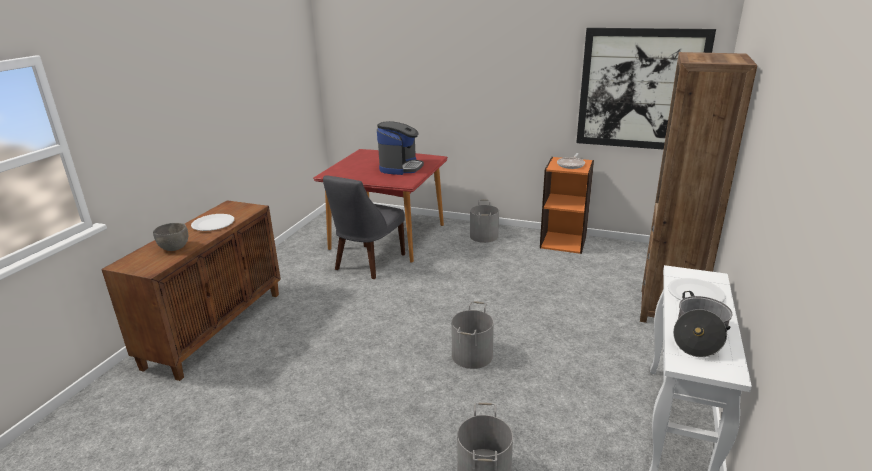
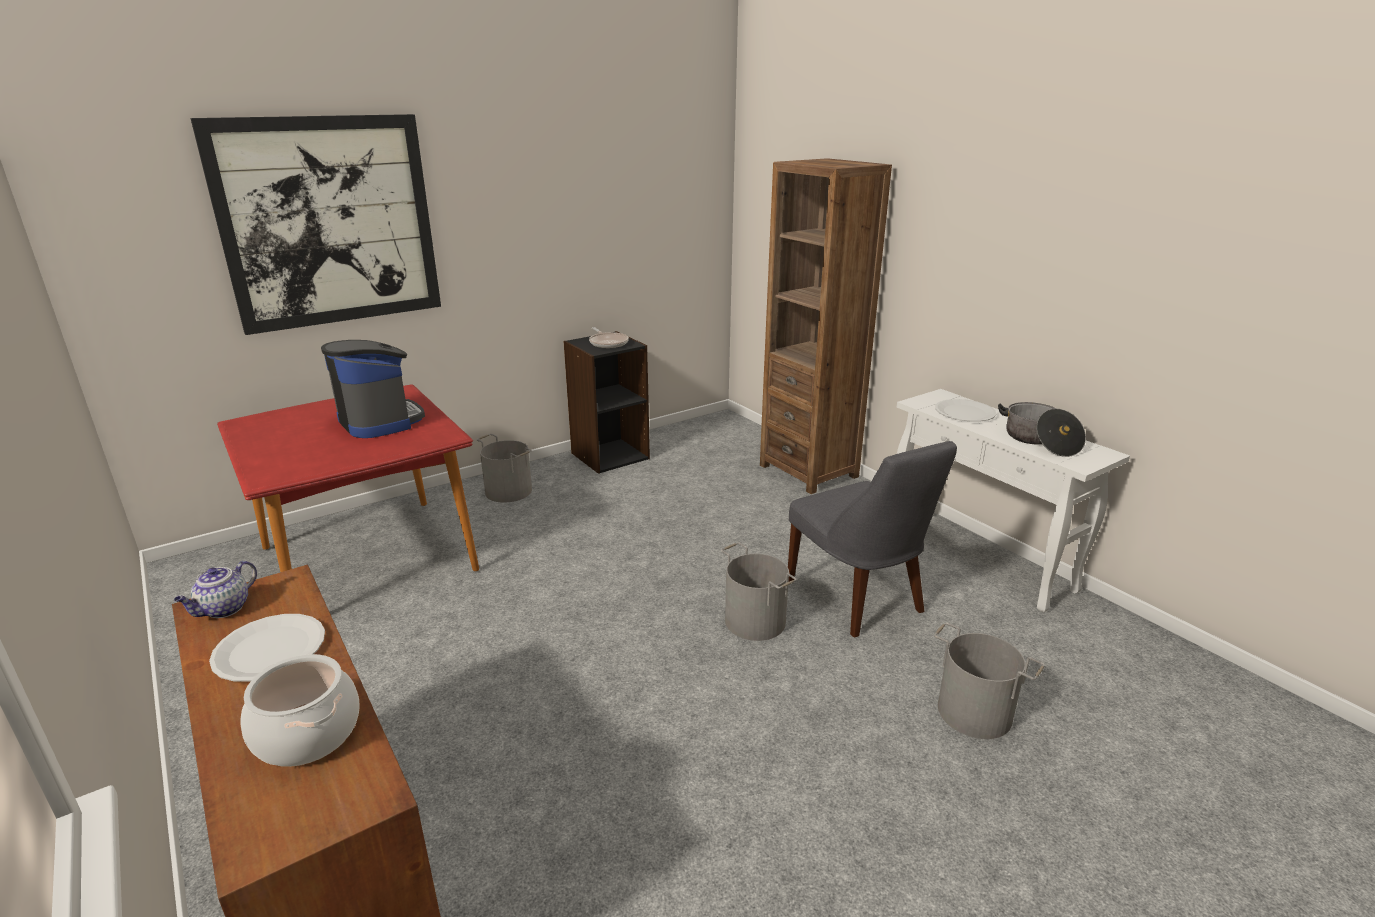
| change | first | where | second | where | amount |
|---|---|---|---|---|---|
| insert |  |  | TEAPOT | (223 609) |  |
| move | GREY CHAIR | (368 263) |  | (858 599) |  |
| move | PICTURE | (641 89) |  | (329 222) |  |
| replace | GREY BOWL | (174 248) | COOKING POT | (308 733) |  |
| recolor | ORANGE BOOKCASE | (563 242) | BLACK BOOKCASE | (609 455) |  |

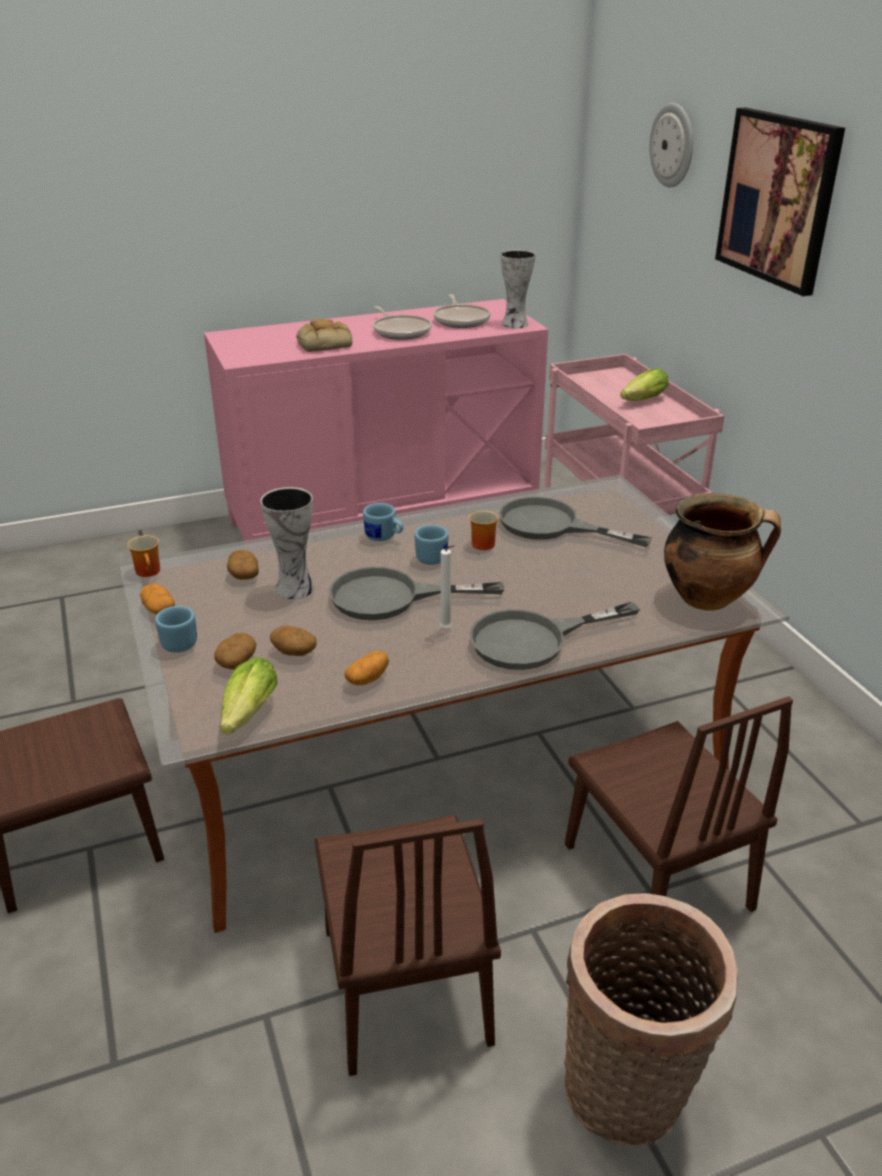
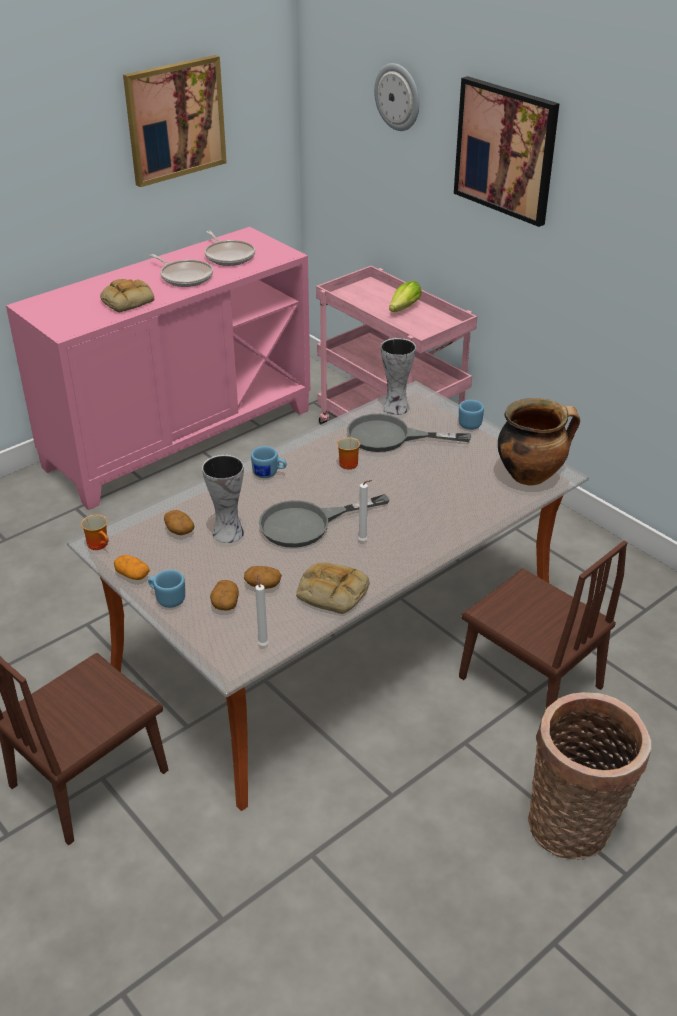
| change | first | where | second | where | amount |
|---|---|---|---|---|---|
| delete | BROWN CHAIR | (405 984) |  |  |  |
| delete | GREY FRYING PAN | (534 639) |  |  |  |
| insert |  |  | PICTURE | (175 120) |  |
| move | BLUE MUG | (432 556) |  | (468 423) |  |
| move | VASE | (514 324) |  | (395 408) |  |
| replace | LETTUCE | (246 717) | WHITE CANDLE | (263 644) |  |
| replace | POTATO | (367 678) | BREAD | (331 593) |  |

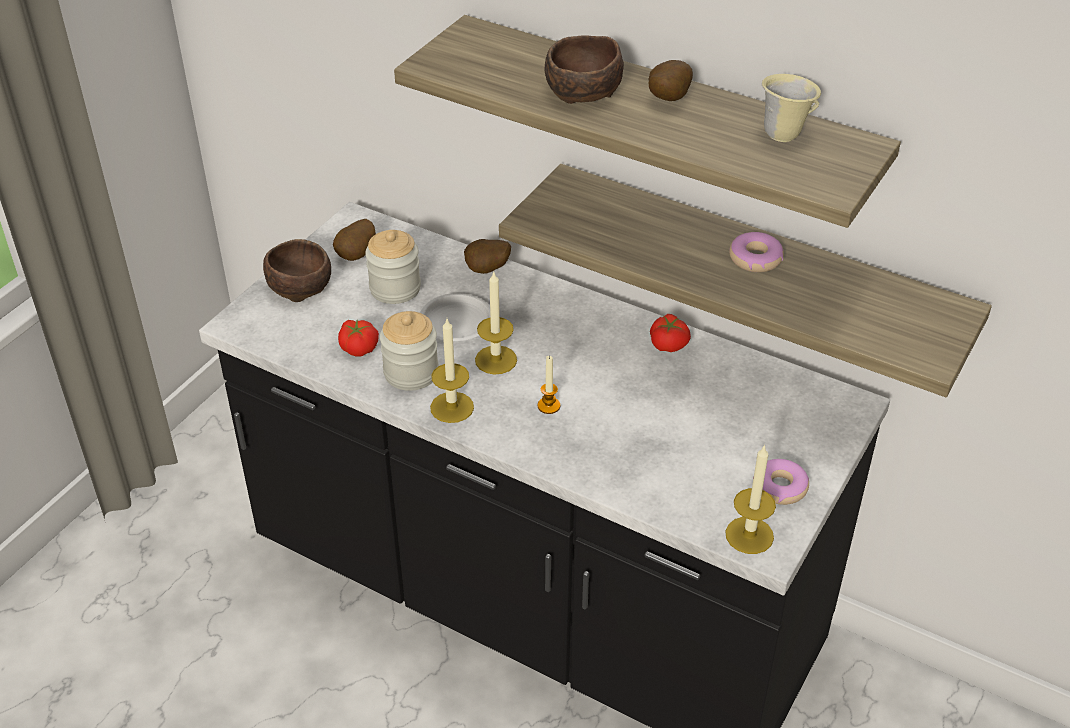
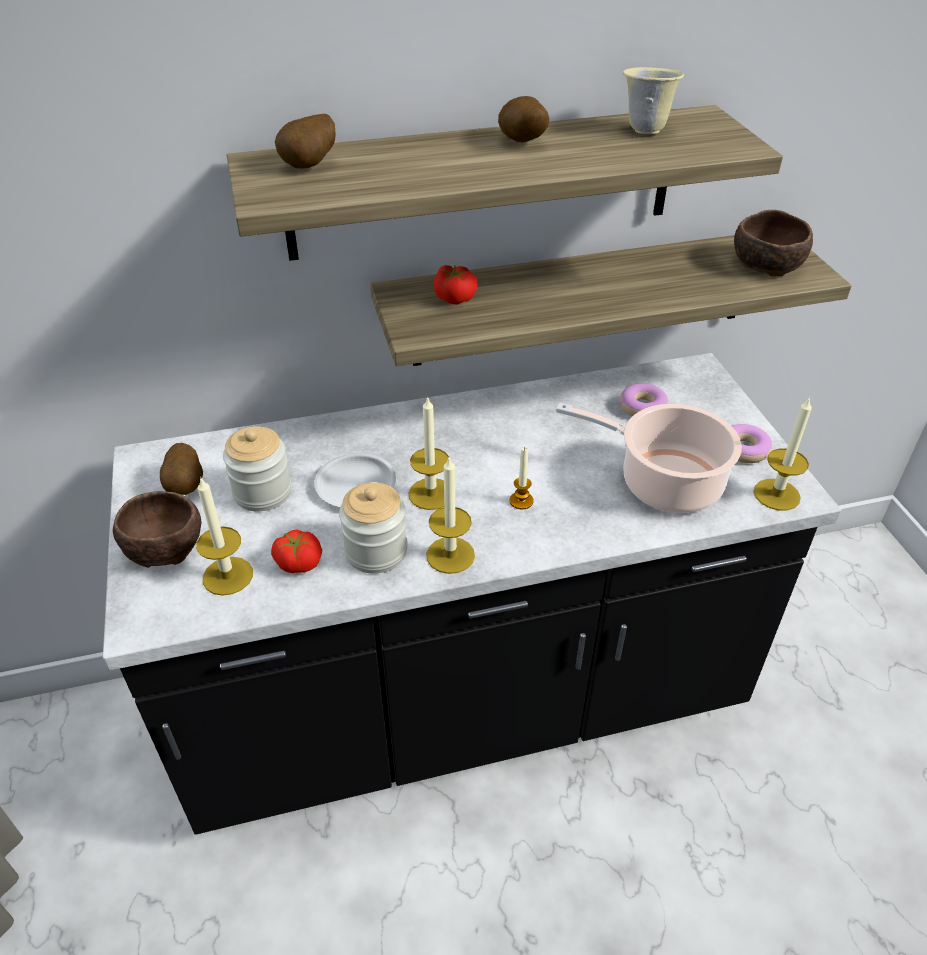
| change | first | where | second | where | amount |
|---|---|---|---|---|---|
| insert |  |  | CANDLE | (228 576) |  |
| insert |  |  | COOKING POT | (663 482) |  |
| move | POTATO | (487 271) |  | (310 166) |  |
| move | BROWN BOWL | (581 92) |  | (767 265) |  |
| move | TOMATO | (669 344) |  | (455 297) |  |
| move | DONUT | (755 259) |  | (642 407) |  |

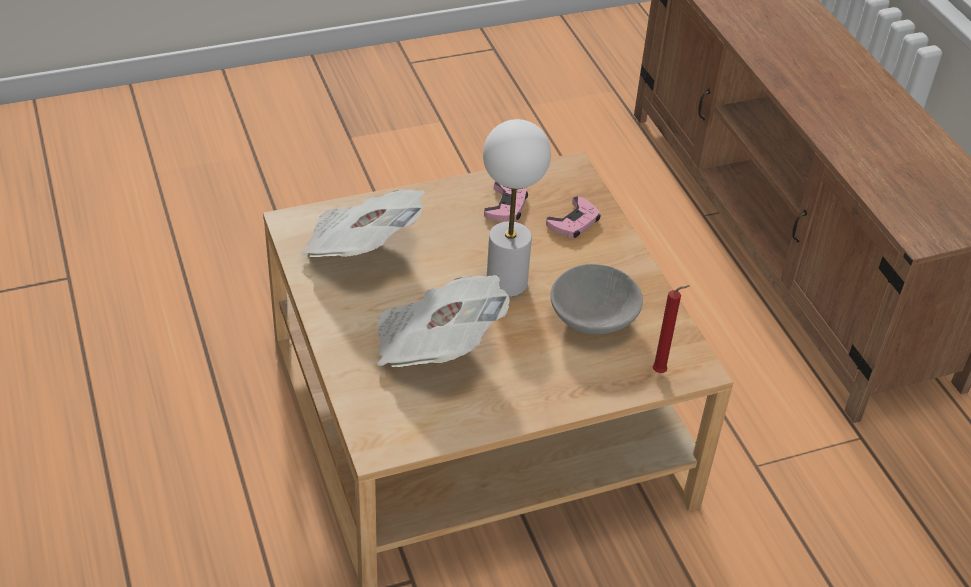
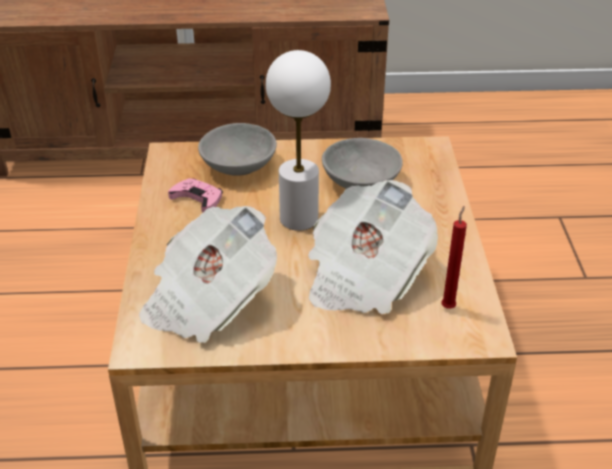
| change | first | where | second | where | amount |
|---|---|---|---|---|---|
| move | RED CANDLE | (661 372) |  | (448 306) |  |
| replace | PINK GAME CONTROLLER | (574 222) | GREY BOWL | (239 166) |  |

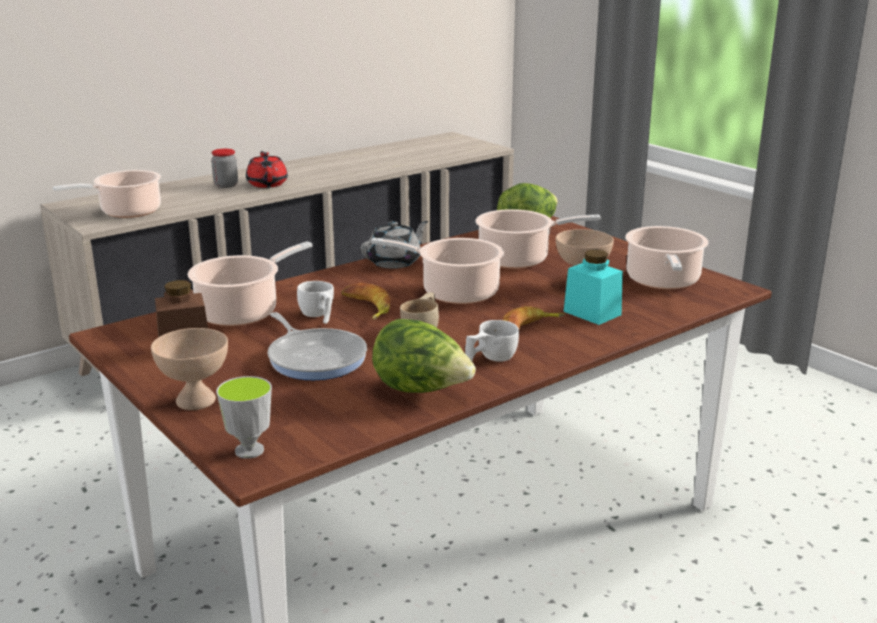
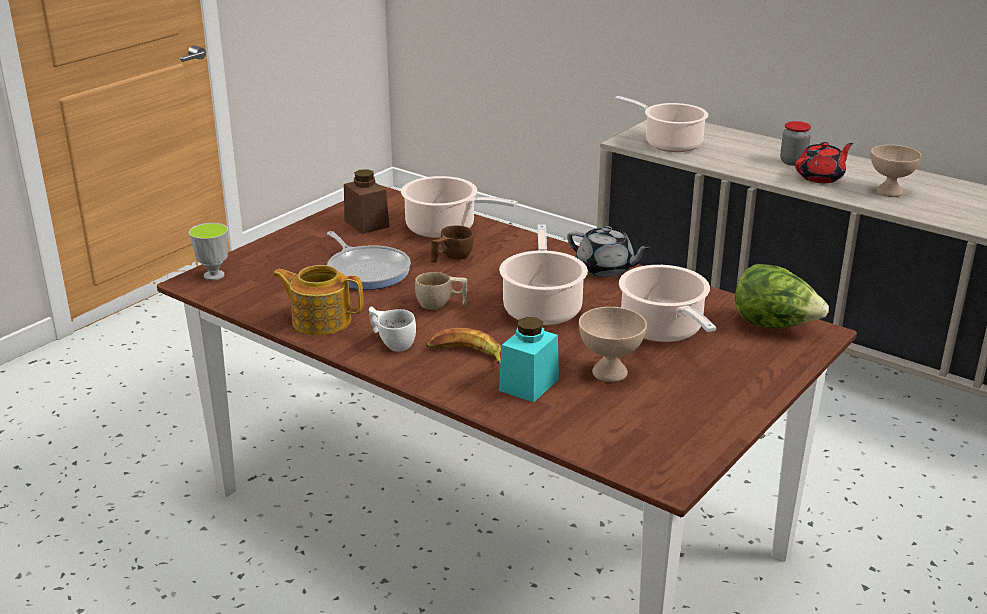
| change | first | where | second | where | amount |
|---|---|---|---|---|---|
| delete | BANANA | (365 307) |  |  |  |
| delete | COOKING POT | (663 281) |  |  |  |
| move | BEIGE BOWL | (196 401) |  | (889 192) |  |
| replace | LETTUCE | (421 390) | TEAPOT | (320 320) |  |
| recolor | WHITE CUP | (318 316) | BROWN CUP | (451 258) |  |
| rotate | FRYING PAN | (315 358) |  | (367 271) | 75 degrees counterclockwise |

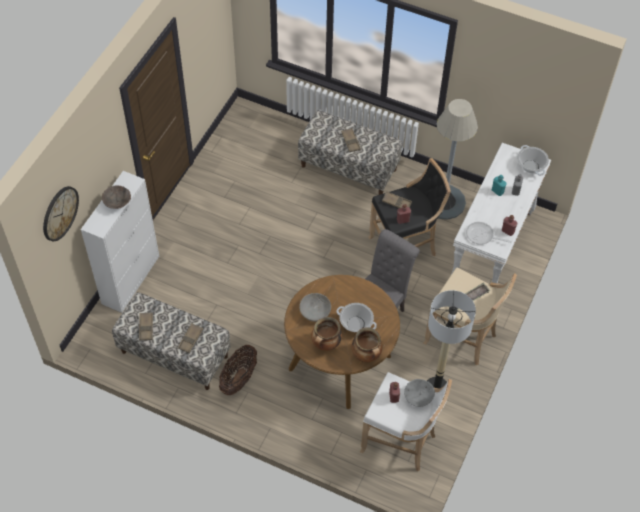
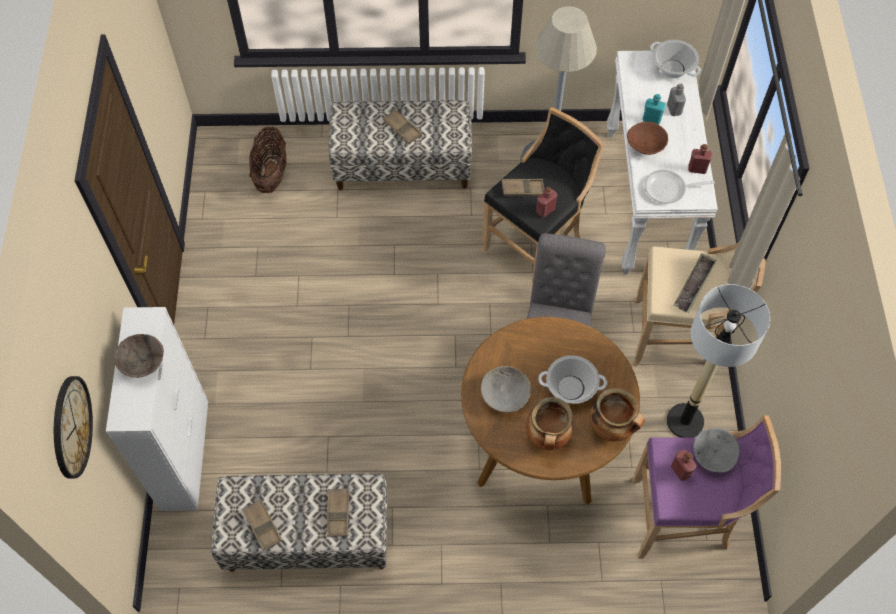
| change | first | where | second | where | amount |
|---|---|---|---|---|---|
| insert |  |  | BROWN BOWL | (645 146) |  |
| move | BASKET | (239 378) |  | (271 174) |  |
| recolor | WHITE STOOL | (401 442) | PURPLE STOOL | (683 518) |  |

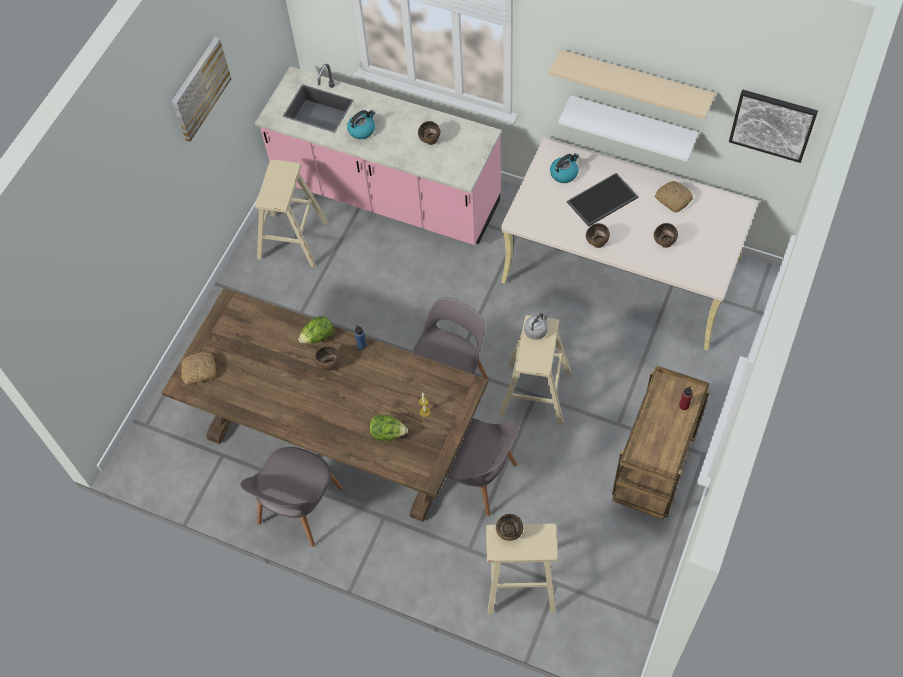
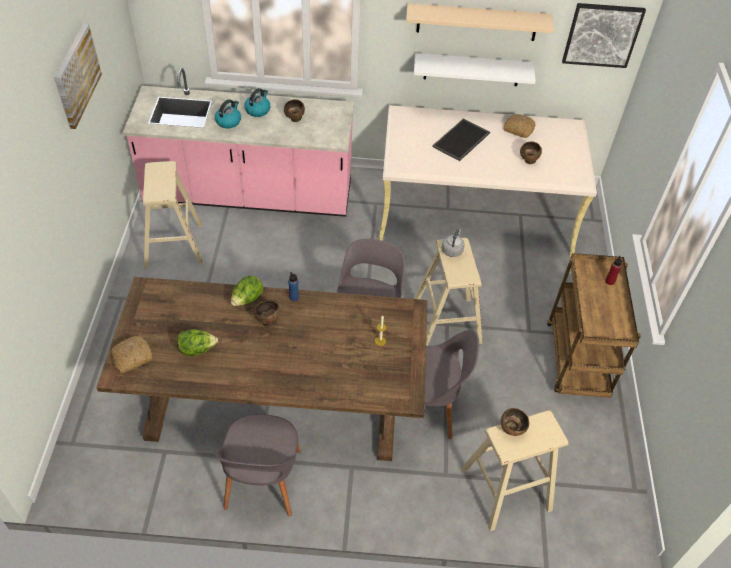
| change | first | where | second | where | amount |
|---|---|---|---|---|---|
| delete | BROWN BOWL | (597 243) |  |  |  |
| move | LETTUCE | (388 433) |  | (197 349) |  |
| move | KETTLE | (564 173) |  | (258 110) |  |

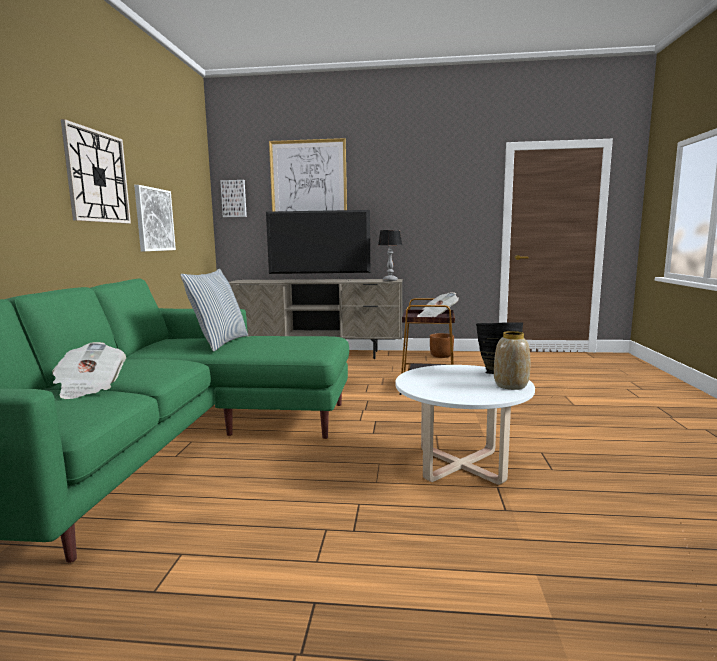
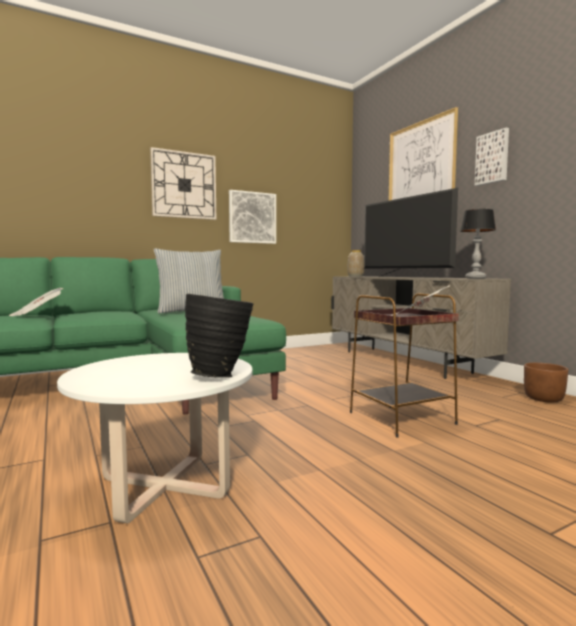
| change | first | where | second | where | amount |
|---|---|---|---|---|---|
| move | PICTURE | (234 198) |  | (492 158) |  |
| move | VASE | (511 386) |  | (355 276) |  |

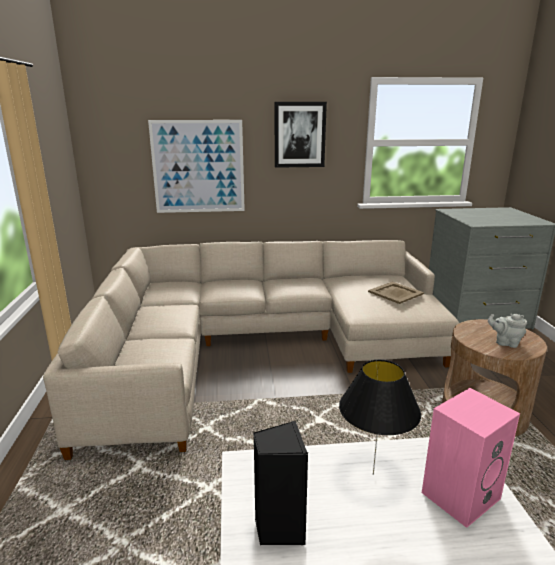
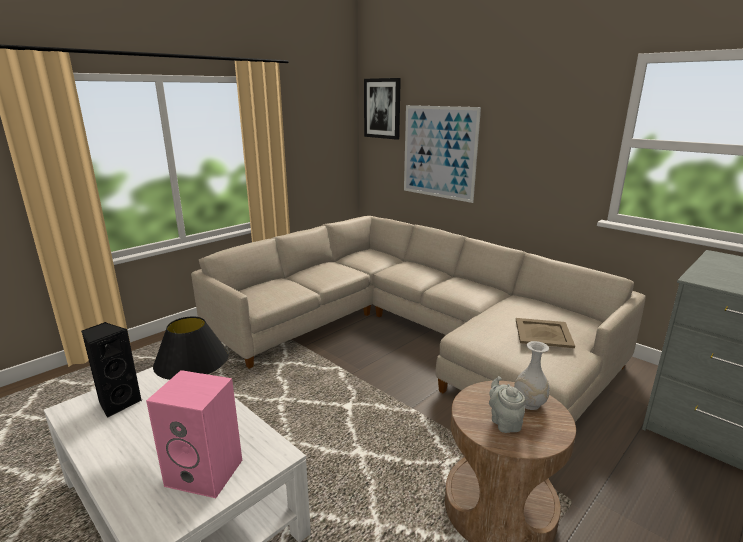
| change | first | where | second | where | amount |
|---|---|---|---|---|---|
| insert |  |  | WHITE VASE | (529 403) |  |
| move | PICTURE | (299 135) |  | (382 108) |  |

